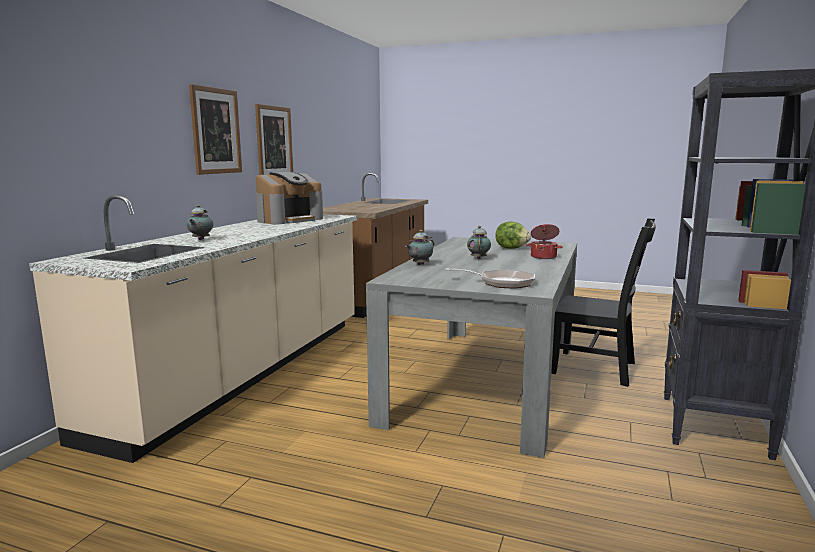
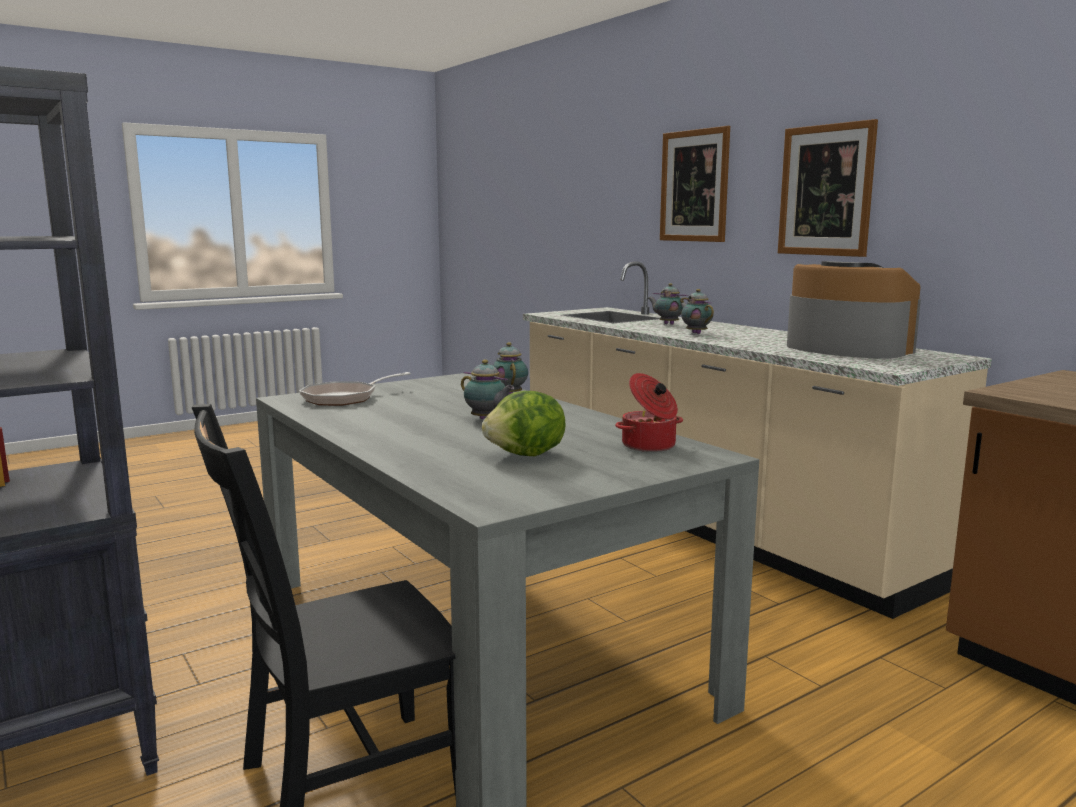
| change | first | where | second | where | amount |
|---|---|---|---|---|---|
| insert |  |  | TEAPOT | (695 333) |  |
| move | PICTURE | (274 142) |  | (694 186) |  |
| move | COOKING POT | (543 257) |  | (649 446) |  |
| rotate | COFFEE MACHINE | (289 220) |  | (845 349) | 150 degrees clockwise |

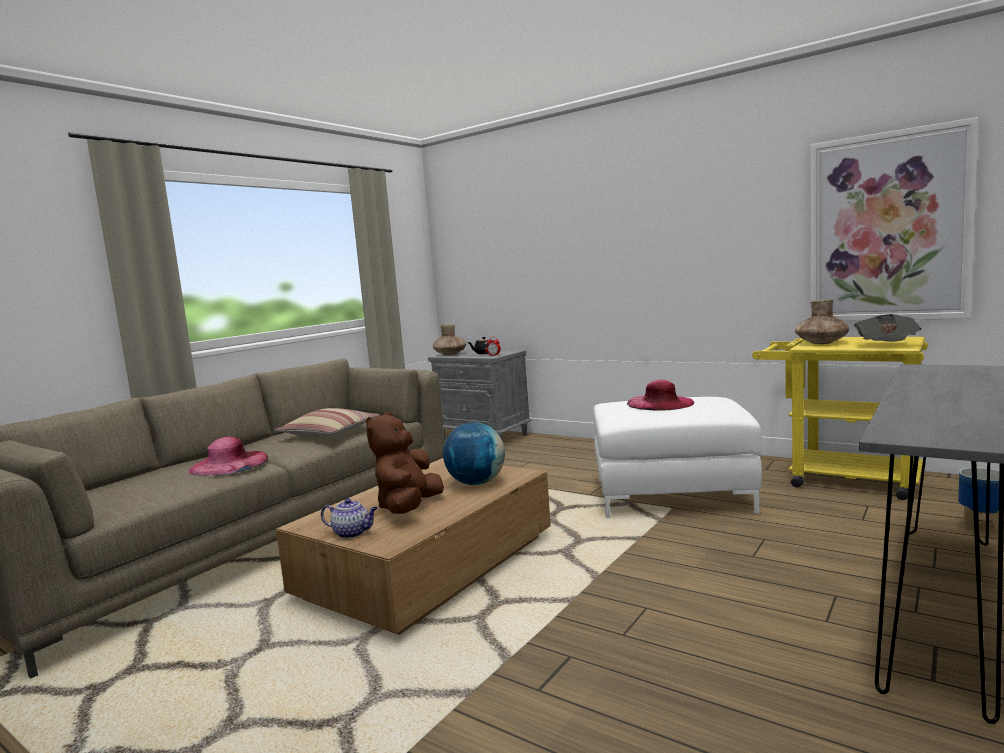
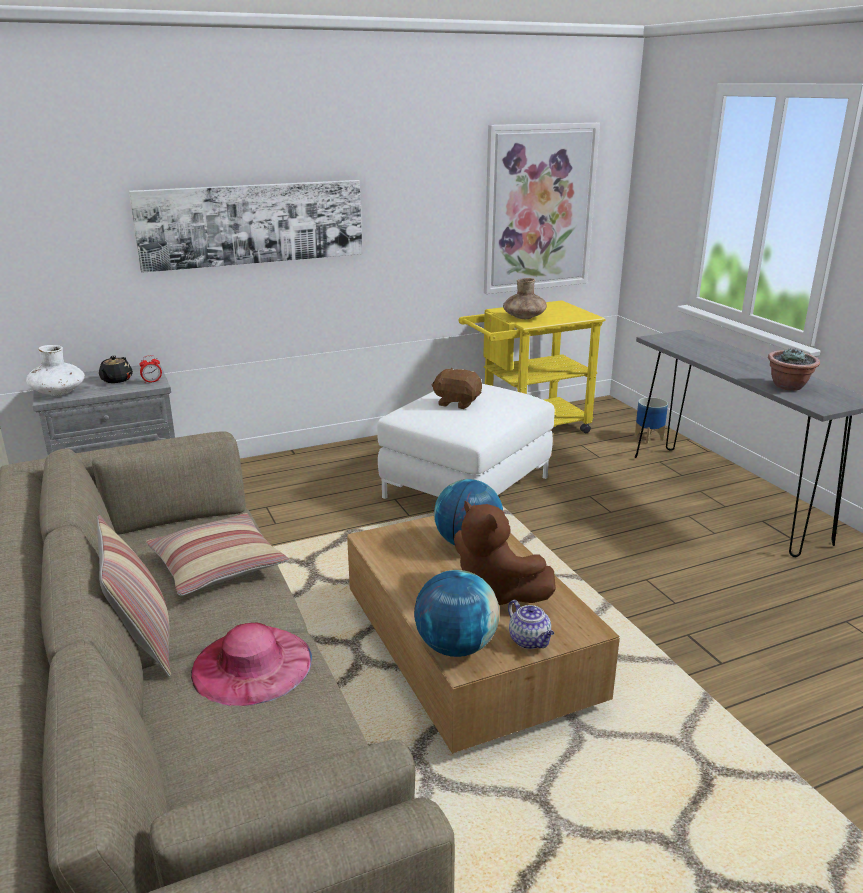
| change | first | where | second | where | amount |
|---|---|---|---|---|---|
| delete | NEWSPAPER | (887 345) |  |  |  |
| insert |  |  | PILLOW | (143 642) |  |
| insert |  |  | PICTURE | (252 224) |  |
| insert |  |  | GLOBE | (456 647) |  |
| insert |  |  | POTTED PLANT | (788 386) |  |
| replace | PINK HAT | (660 403) | BROWN PLUSH TOY | (457 403) |  |
| recolor | BROWN VASE | (450 354) | WHITE VASE | (58 392) |  |
| rotate | TEAPOT | (352 533) |  | (530 641) | 105 degrees clockwise |

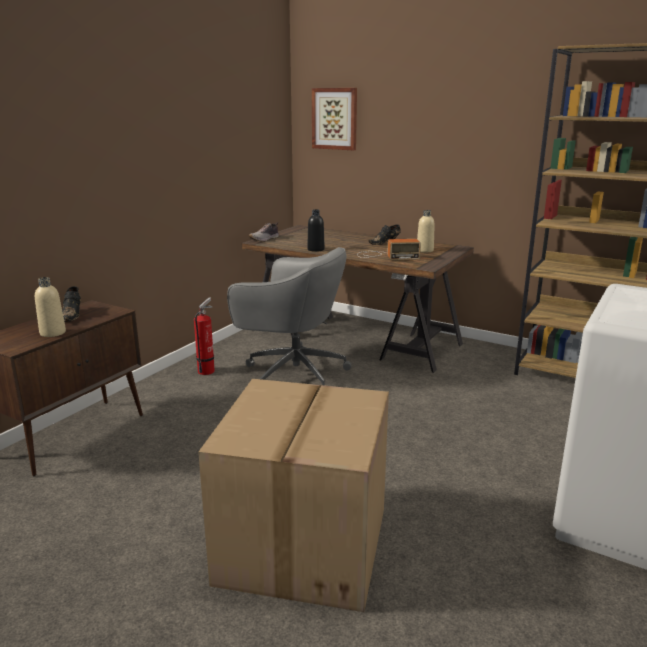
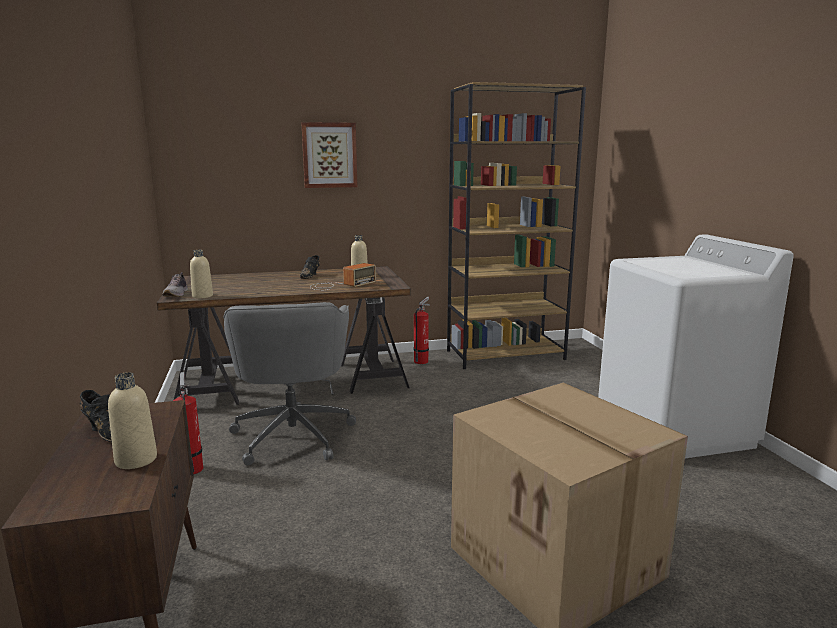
| change | first | where | second | where | amount |
|---|---|---|---|---|---|
| delete | BLACK BOTTLE | (316 249) |  |  |  |
| insert |  |  | BEIGE BOTTLE | (202 296) |  |
| insert |  |  | FIRE EXTINGUISHER | (422 361) |  |
| move | PICTURE | (335 118) |  | (329 155) |  |
| rotate | GREY OFFICE CHAIR | (292 373) |  | (293 434) | 105 degrees clockwise |

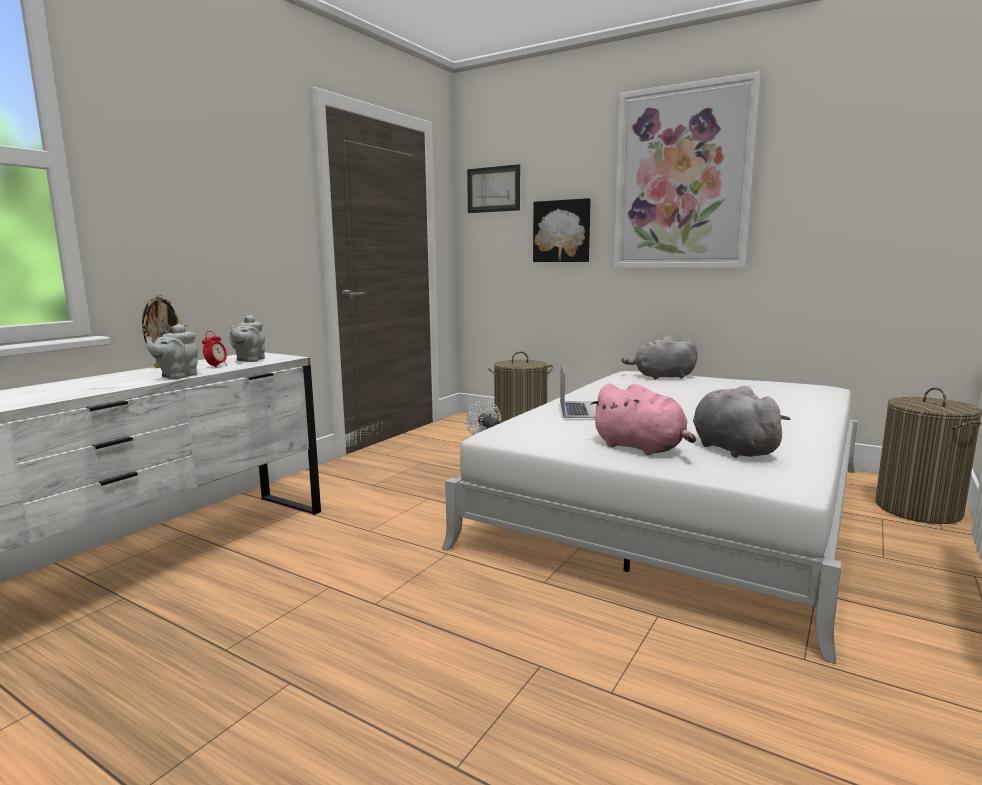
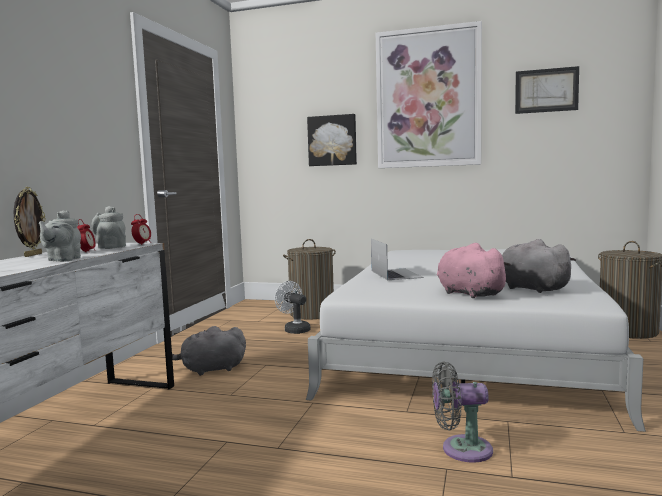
| change | first | where | second | where | amount |
|---|---|---|---|---|---|
| insert |  |  | ALARM CLOCK | (142 244) |  |
| insert |  |  | GREY FAN | (461 449) |  |
| move | PICTURE | (493 189) |  | (546 90) |  |
| move | GREY PLUSH TOY | (662 377) |  | (210 369) |  |
| rotate | GREY TEAPOT | (249 360) |  | (110 247) | 135 degrees clockwise |
| rotate | PINK PLUSH TOY | (641 448) |  | (468 293) | 150 degrees counterclockwise |

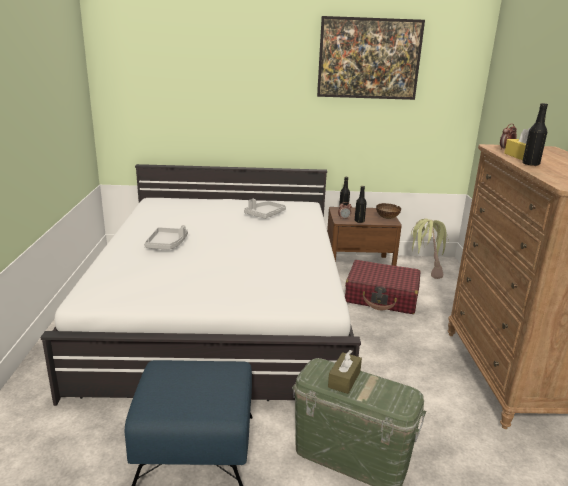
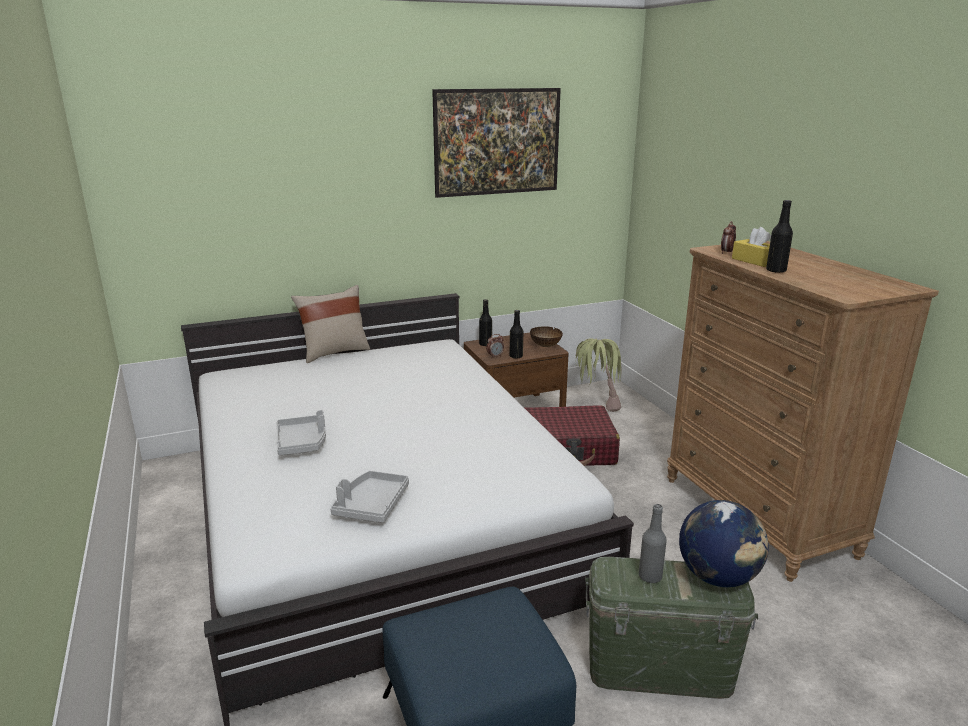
| change | first | where | second | where | amount |
|---|---|---|---|---|---|
| insert |  |  | BEIGE PILLOW | (334 352) |  |
| insert |  |  | GLOBE | (718 577) |  |
| move | GREY TRAY | (264 214) |  | (371 505) |  |
| replace | BROWN TISSUE BOX | (344 379) | GREY BOTTLE | (650 576) |  |

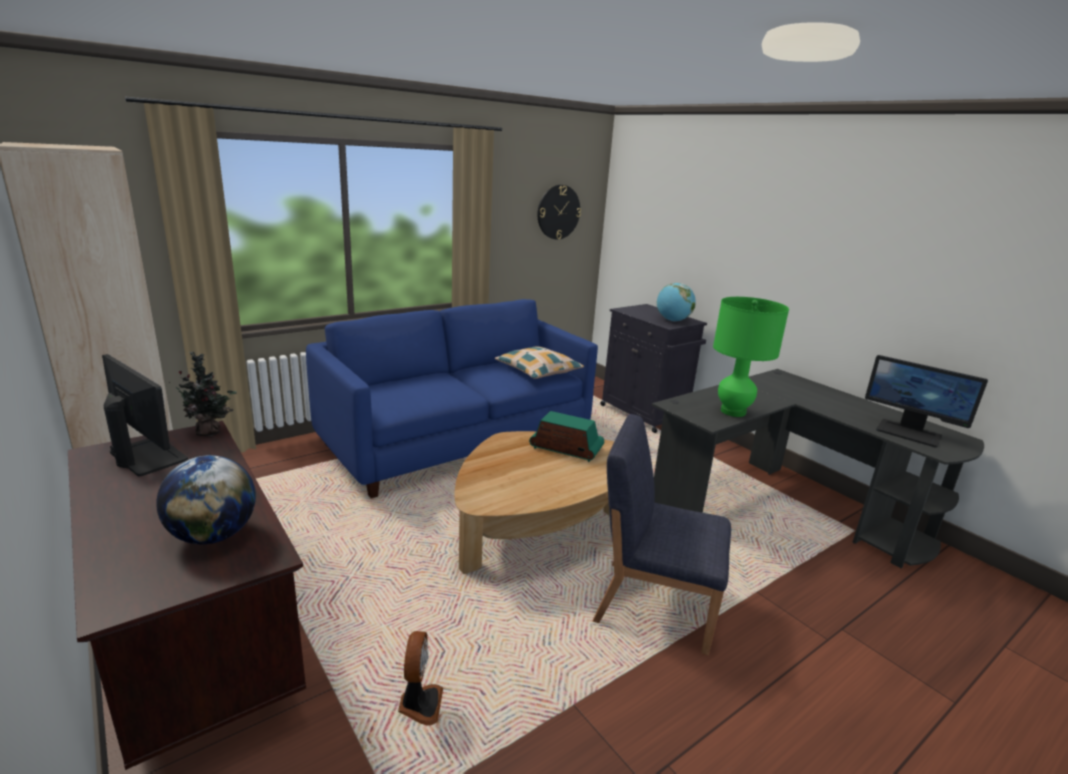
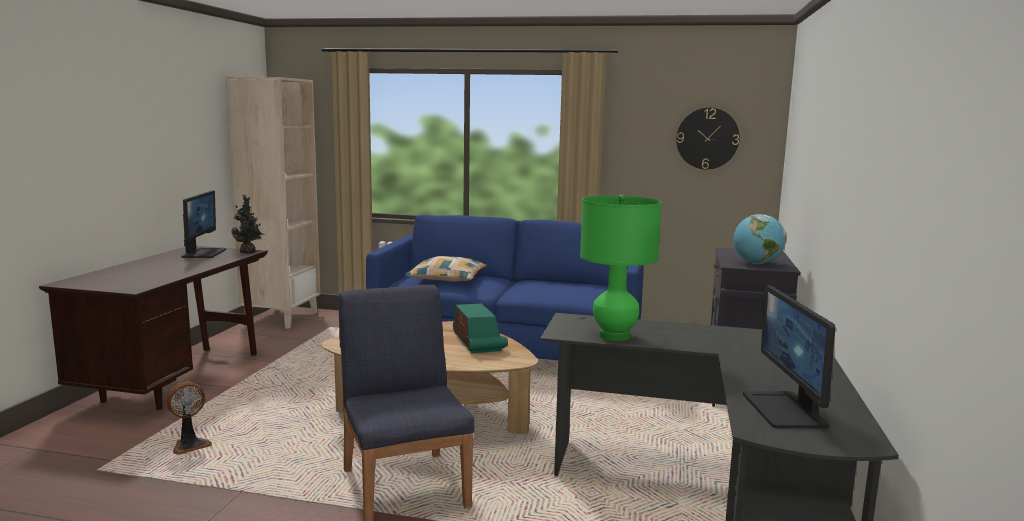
| change | first | where | second | where | amount |
|---|---|---|---|---|---|
| delete | GLOBE | (213 535) |  |  |  |
| move | PILLOW | (538 371) |  | (447 279) |  |

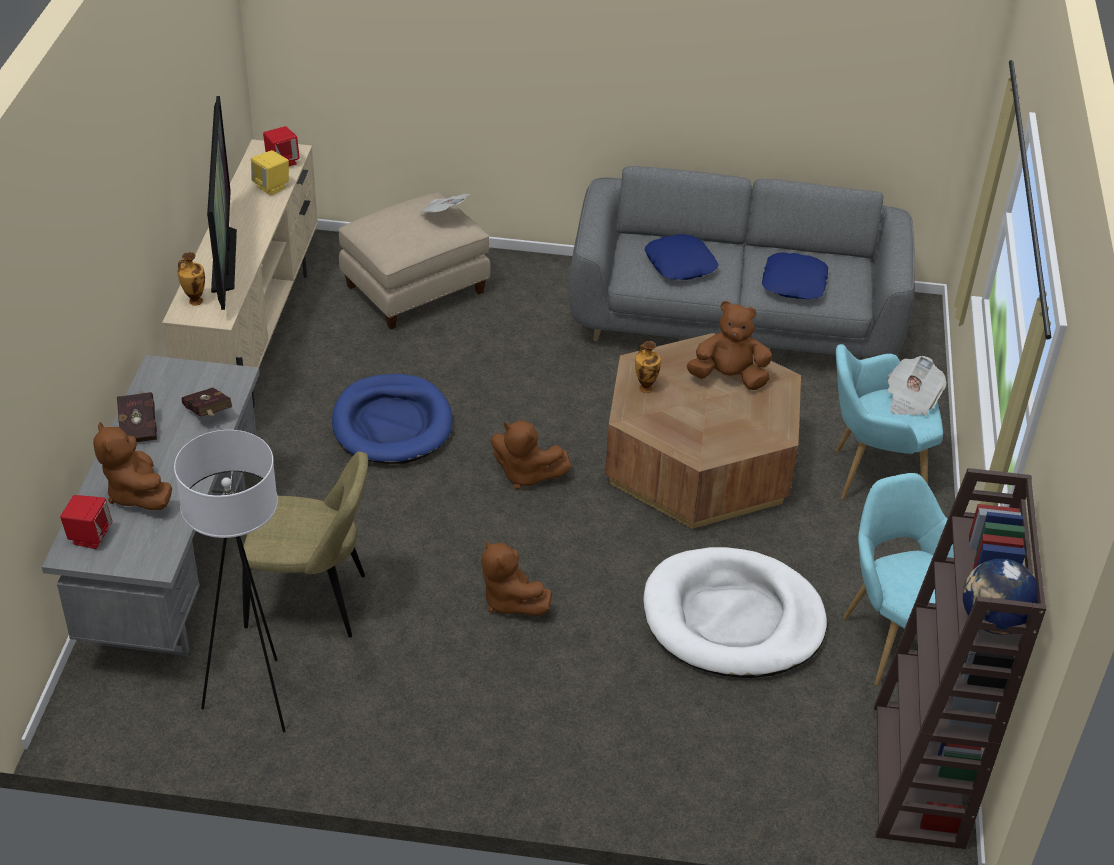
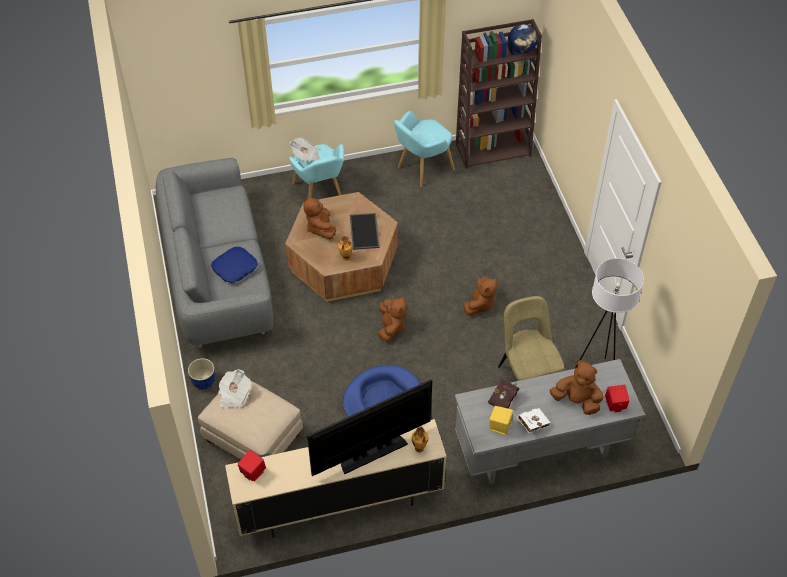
| change | first | where | second | where | amount |
|---|---|---|---|---|---|
| delete | WHITE DOG BED | (732 619) |  |  |  |
| delete | BLUE PILLOW | (794 283) |  |  |  |
| insert |  |  | PLANTER | (203 382) |  |
| insert |  |  | TRAY | (365 231) |  |
| move | YELLOW SPEAKER | (272 186) |  | (500 426) |  |
| recolor | RED BOOK | (139 427) | WHITE BOOK | (531 425) |  |
| rotate | BROWN PLUSH TOY | (137 493) |  | (576 400) | 105 degrees counterclockwise |

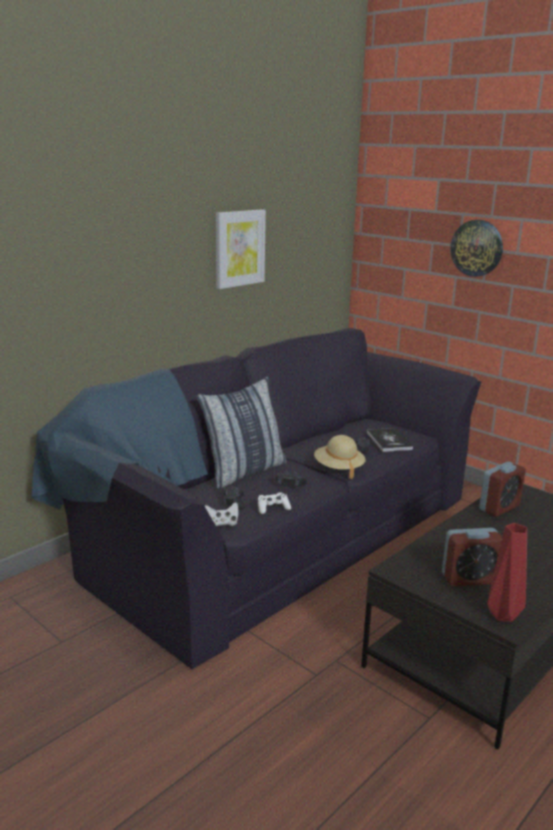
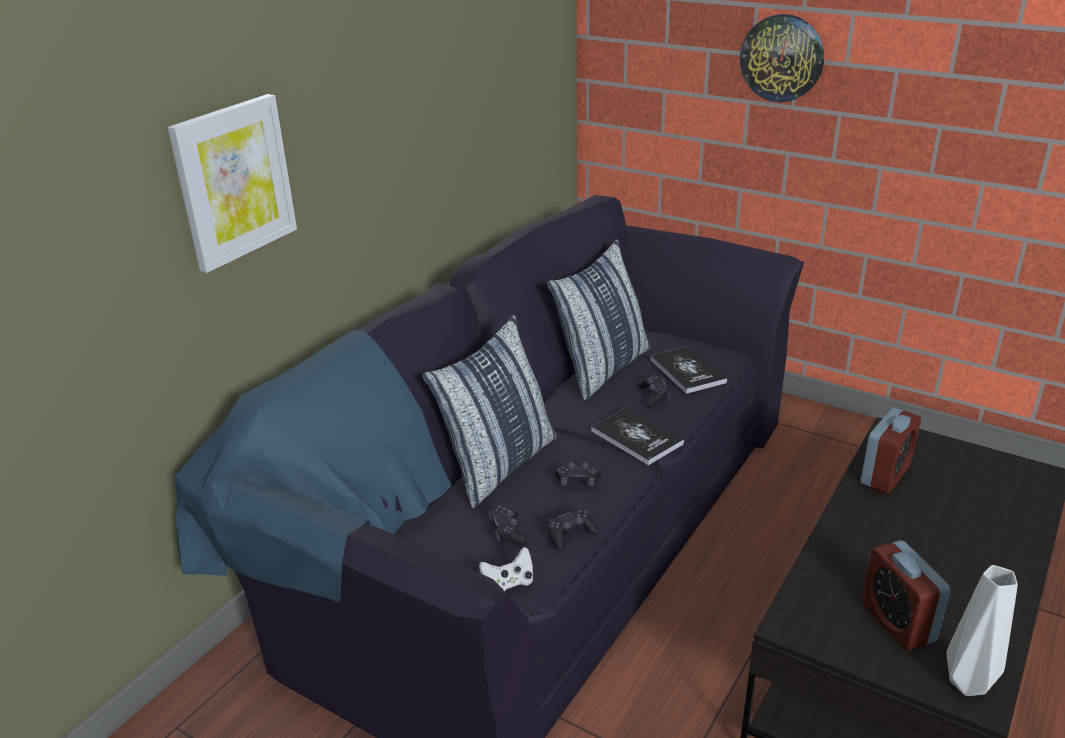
| change | first | where | second | where | amount |
|---|---|---|---|---|---|
| insert |  |  | PILLOW | (602 369) |  |
| move | PICTURE | (239 248) |  | (233 181) |  |
| replace | BEIGE HAT | (338 468) | BOOK | (636 437) |  |
| recolor | WHITE GAME CONTROLLER | (273 508) | BLACK GAME CONTROLLER | (570 534) |  |
| recolor | RED VASE | (503 614) | GREY VASE | (968 682) |  |
| rotate | ALARM CLOCK | (469 579) |  | (897 622) | 90 degrees clockwise |

